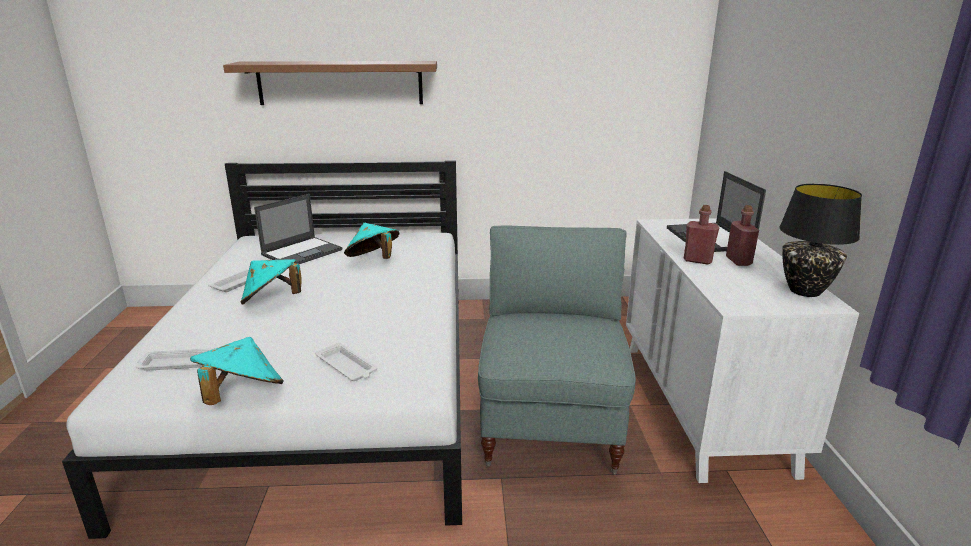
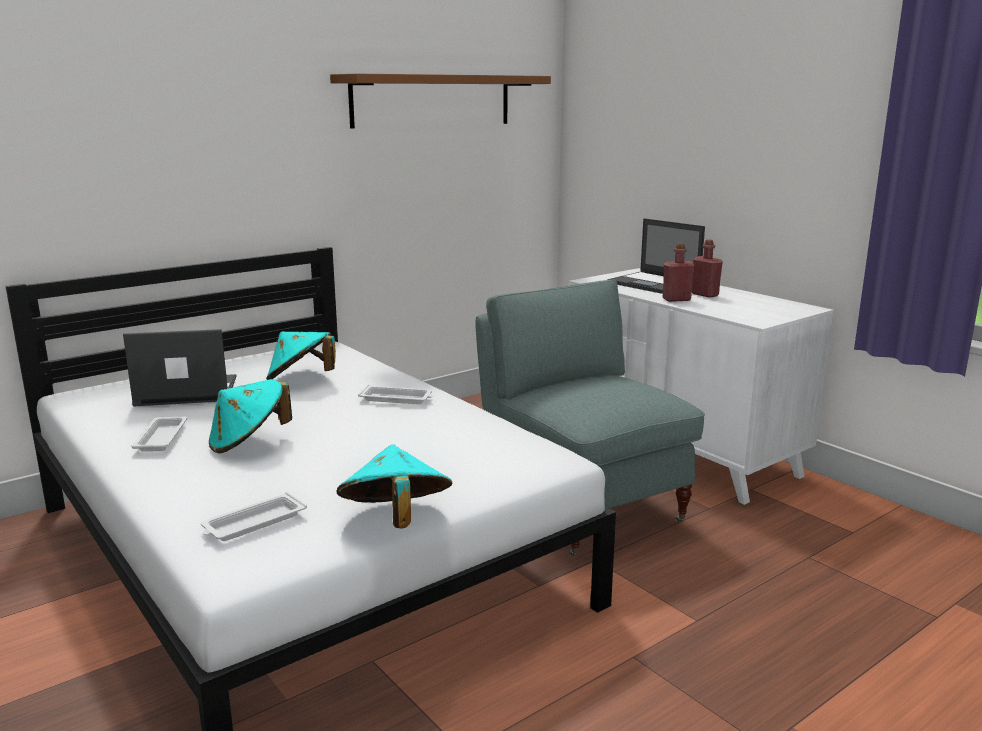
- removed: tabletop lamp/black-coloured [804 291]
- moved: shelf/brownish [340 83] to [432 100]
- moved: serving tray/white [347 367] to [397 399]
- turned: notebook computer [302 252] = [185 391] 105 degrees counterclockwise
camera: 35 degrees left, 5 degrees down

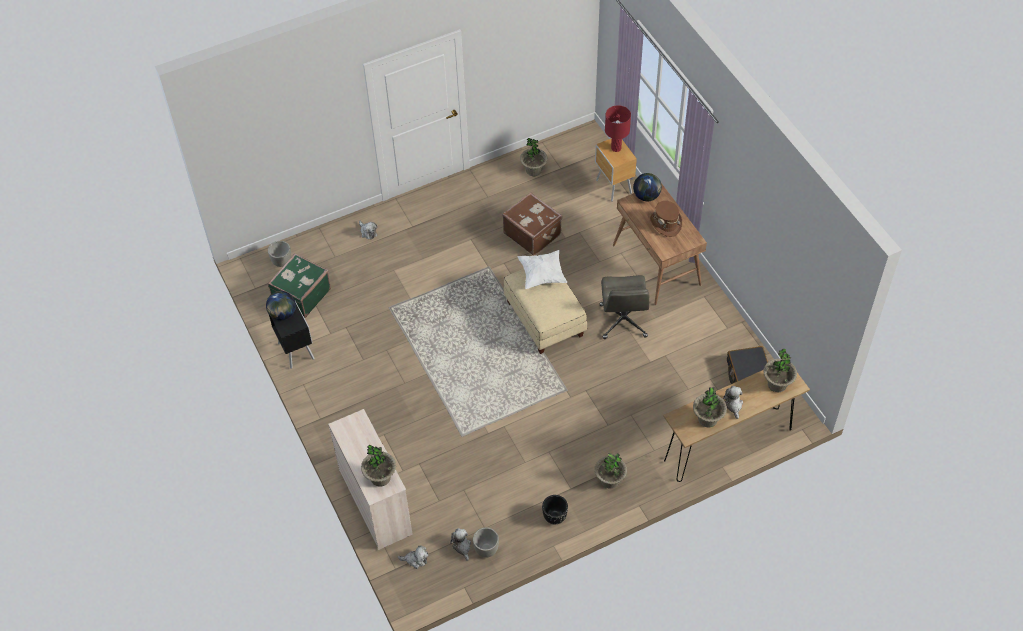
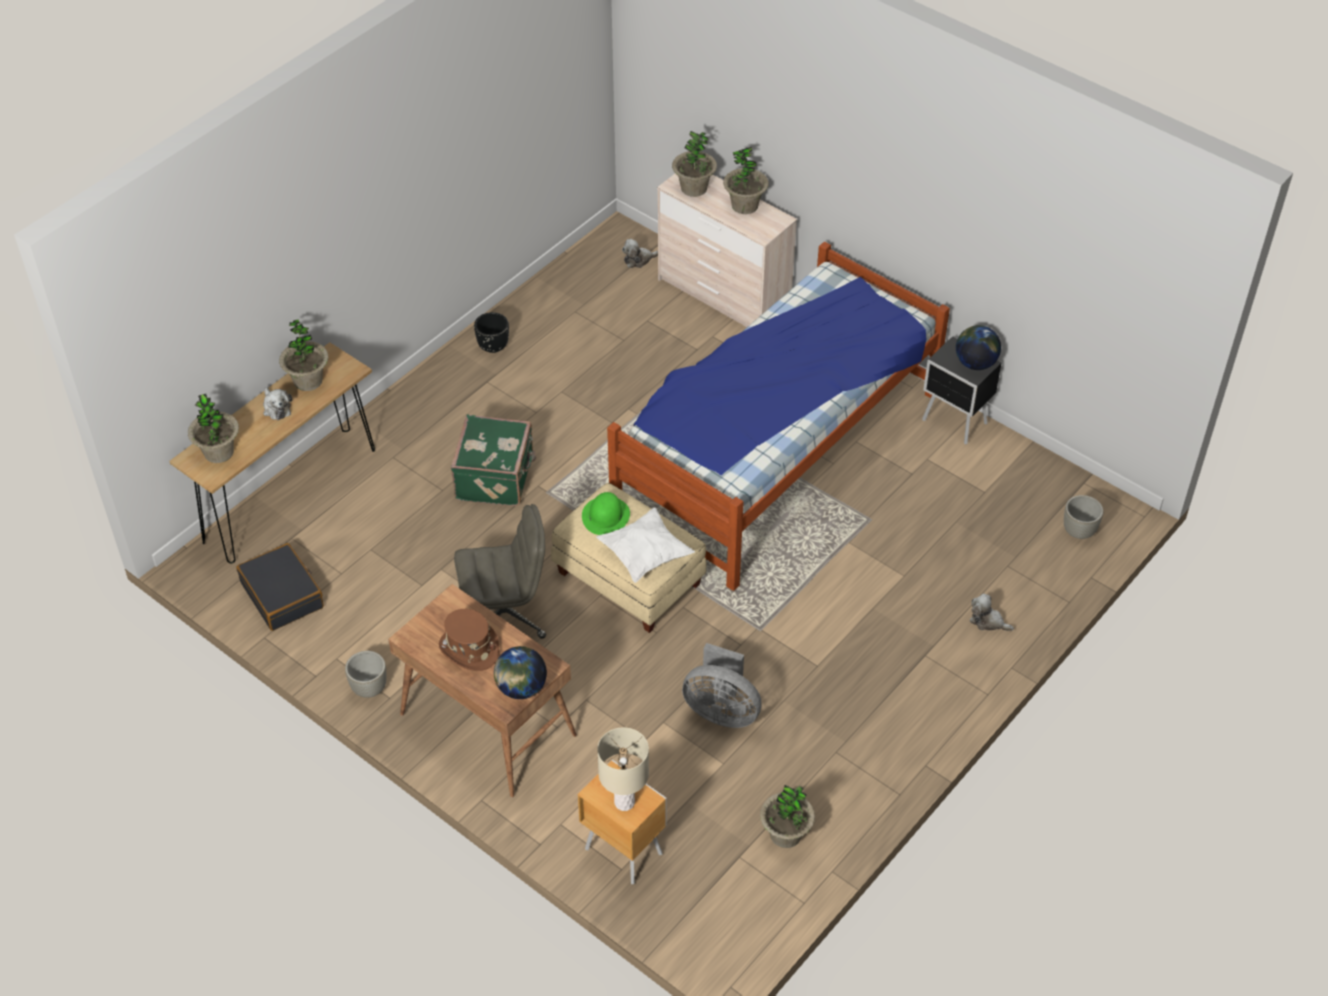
- removed: soft toy [462 546]
- added: clothing hat/green [605 515]
- added: sleeping bed [776 450]
- moved: suitcase/green [301 295] to [496 478]
- moved: flower pot/gray [486 550] to [369 688]
- moved: potted plant [610 480] to [744 205]
- replaced: suitcase/brownish [532 233] to cooling fan/gray [721 711]
- recoloured: tabletop lamp/reddish [616 148] to tabletop lamp/sand-coloured [624 802]
- turned: desk chair/gray [623 321] = [505 615] 105 degrees clockwise
camera: 155 degrees right, 5 degrees down

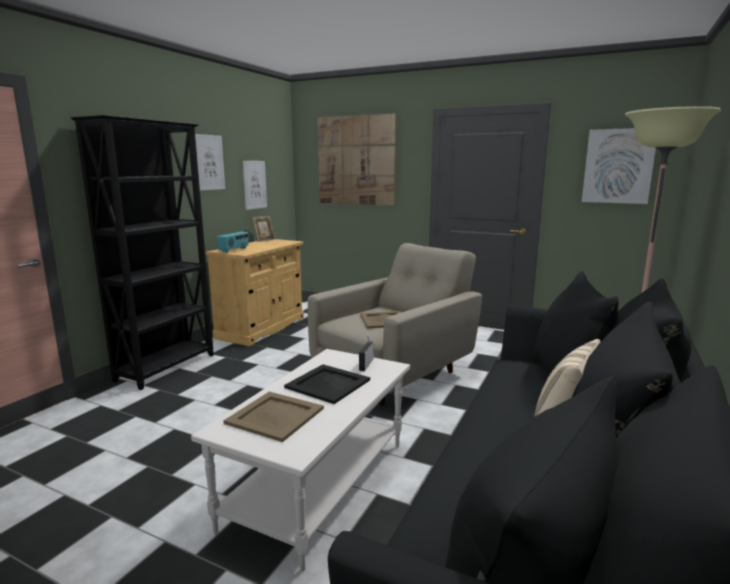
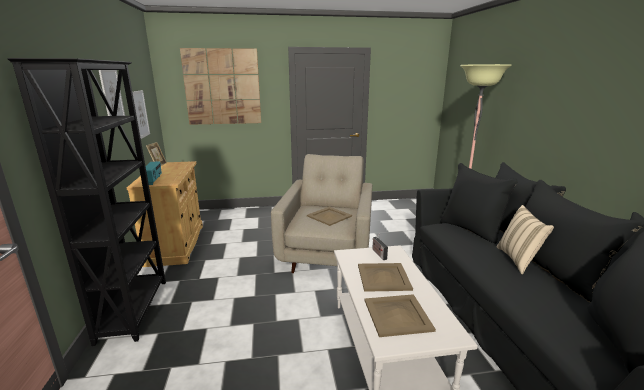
- removed: picture [618 166]
- recoloured: serving tray/black-coloured [327 384] to serving tray/sand-coloured [383 277]
camera: 35 degrees left, 5 degrees up

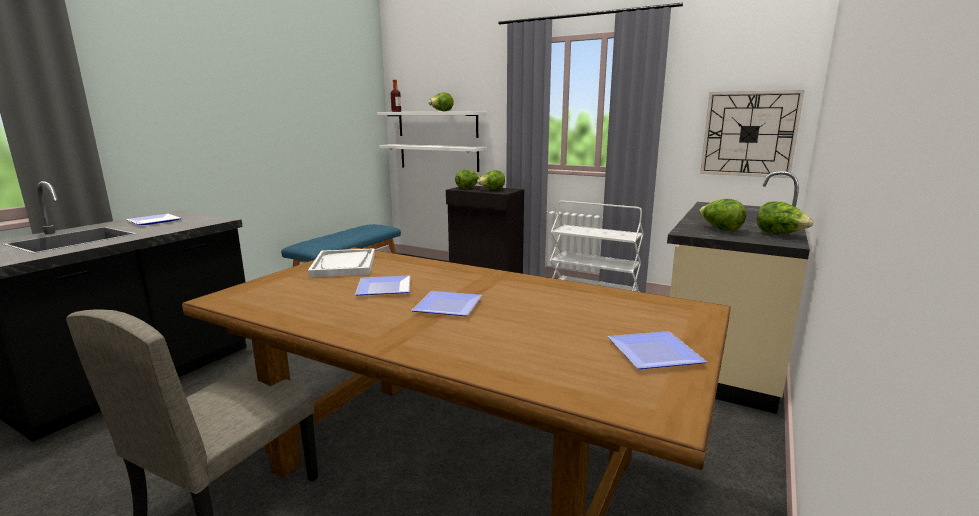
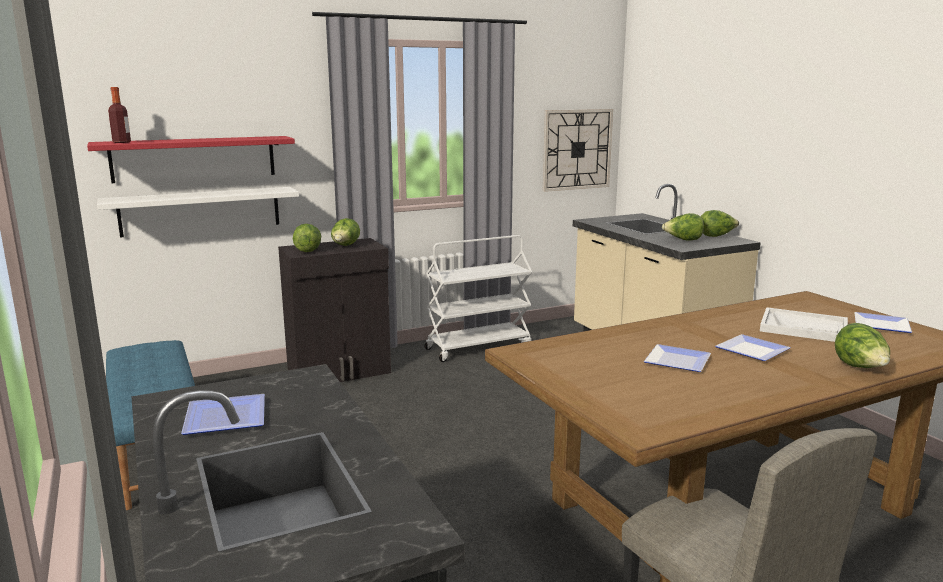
- moved: serving tray/white [344 265] to [803 328]
- moved: lettuce [441 111] to [860 368]
- recoloured: shelf/white [437 124] to shelf/reddish [194 158]
camera: 55 degrees left, 0 degrees up

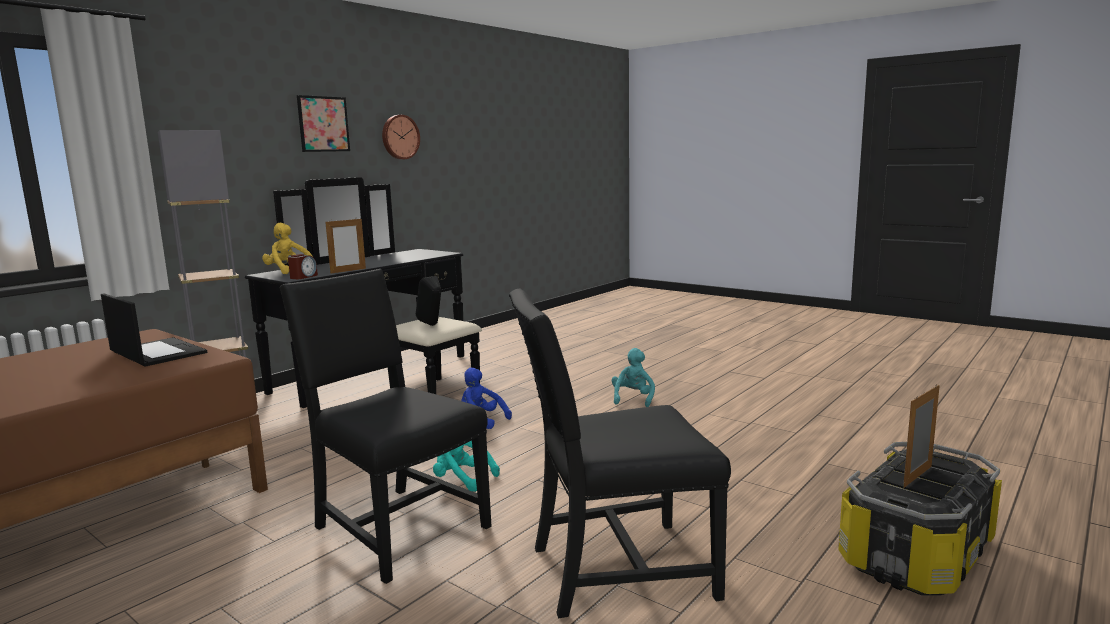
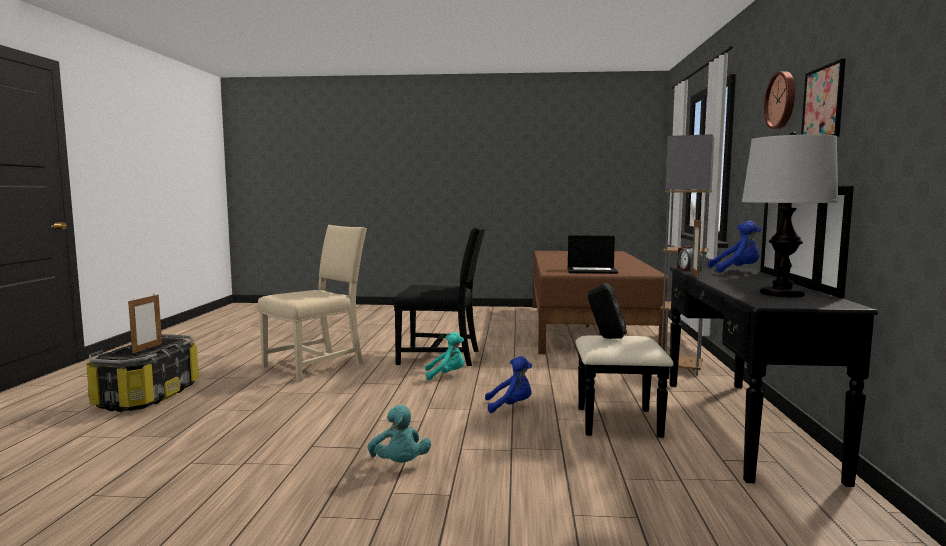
- added: tabletop lamp [782 293]
- moved: hanging clock [399 137] to [782 100]
- recoloured: soft toy/yellowish [288 272] to soft toy/bluish [736 271]
- recoloured: upright chair/black-coloured [615 570] to upright chair/sand-coloured [317 365]
camera: 145 degrees right, 5 degrees down

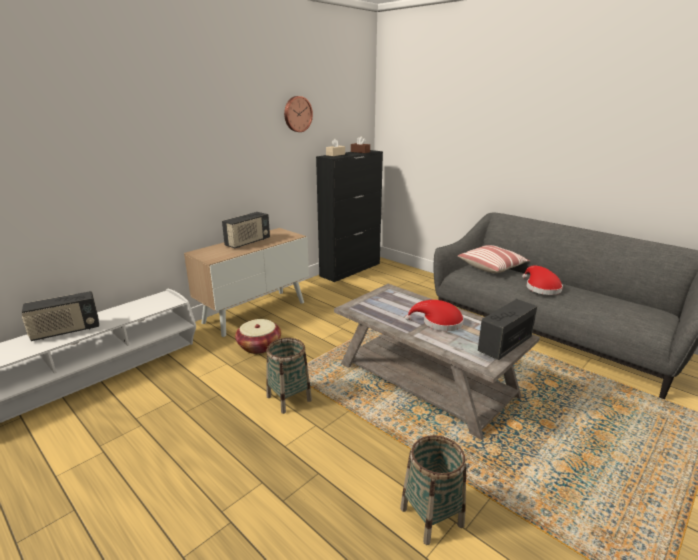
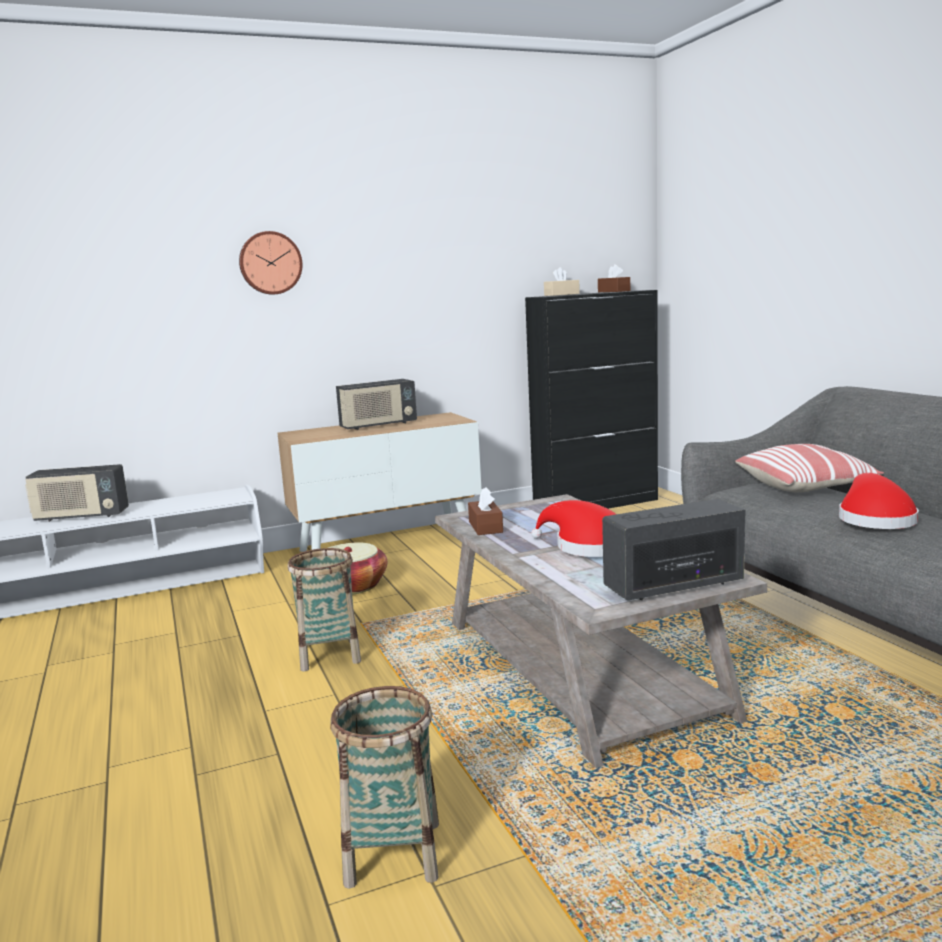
- added: tissue holder/brownish [485 527]
- moved: hanging clock [297 114] to [270 263]
camera: 25 degrees right, 10 degrees down

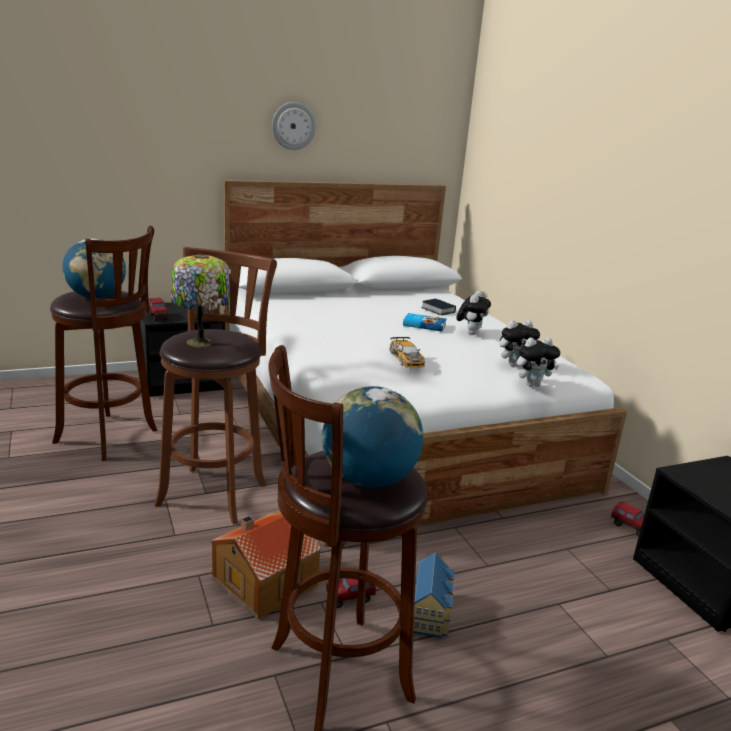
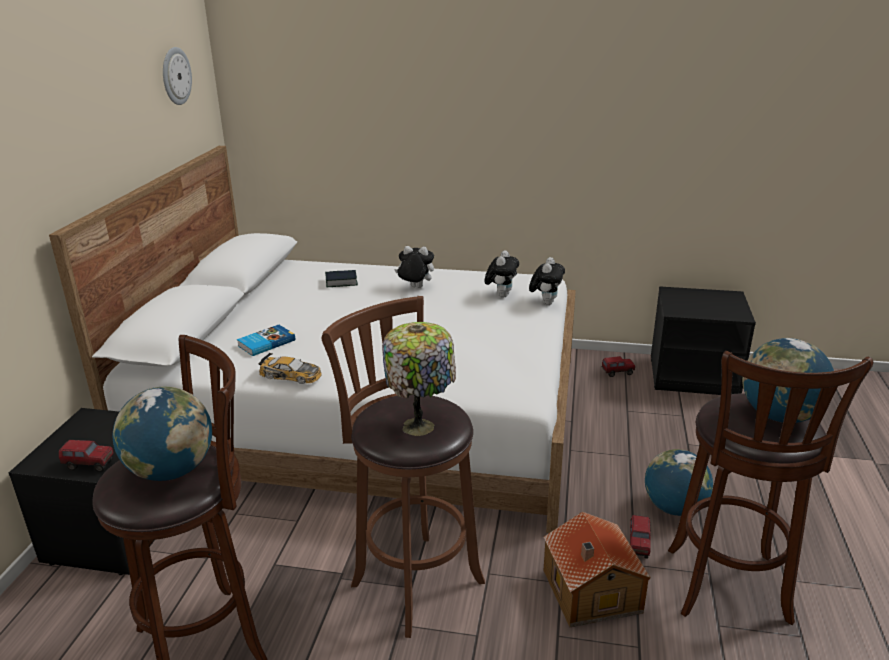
- moved: hanging clock [293 126] to [175 76]
- moved: model car [406 359] to [291 375]
- moved: volume [424 324] to [265 343]
- replaced: toy house [431 612] to world globe [674 508]
- turned: soft toy [470 333] = [415 288] 45 degrees counterclockwise
camera: 55 degrees left, 5 degrees up

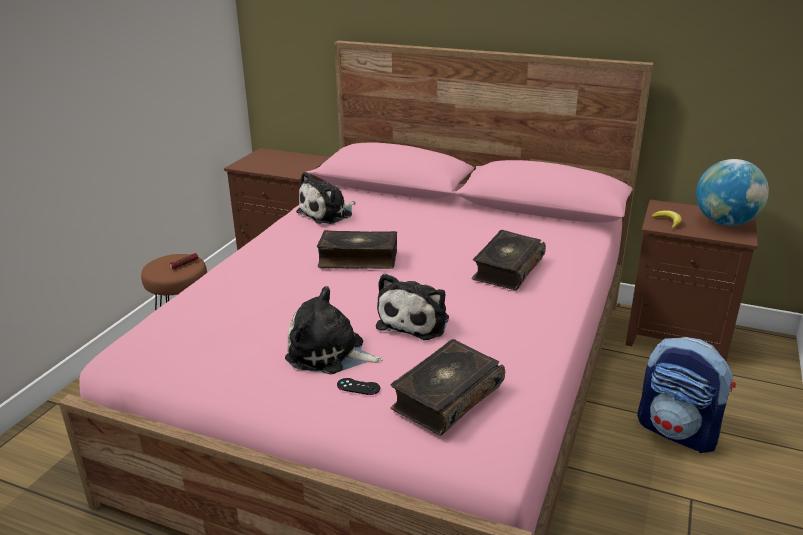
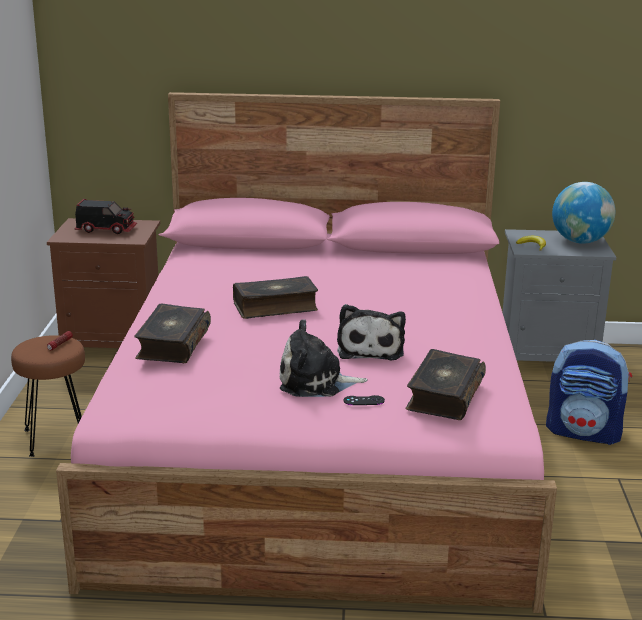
- removed: soft toy [328 213]
- added: toy lorry [106 229]
- moved: volume [507 269] to [172 344]
- recoloured: bedside table/brownish [678 335] to bedside table/gray [547 358]
camera: 20 degrees left, 5 degrees down

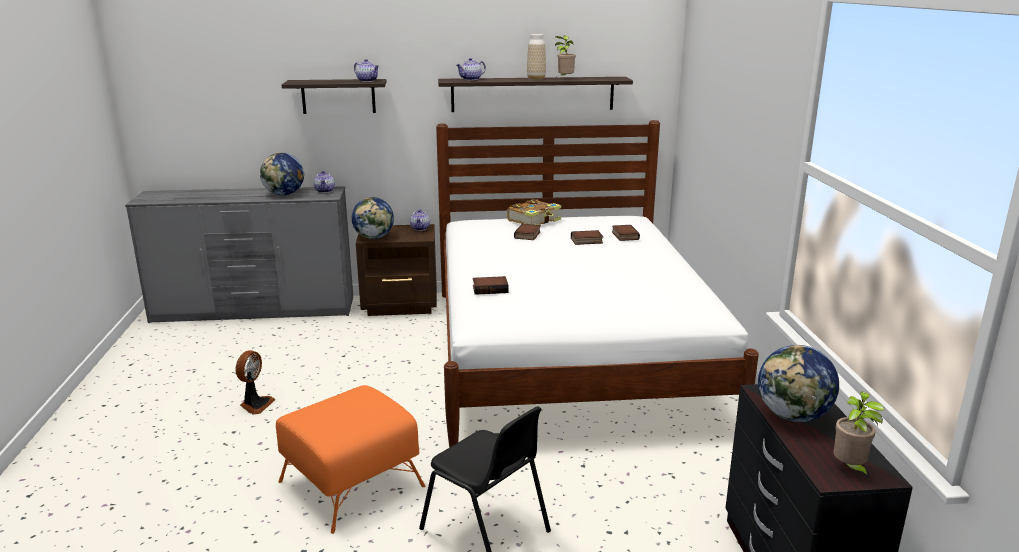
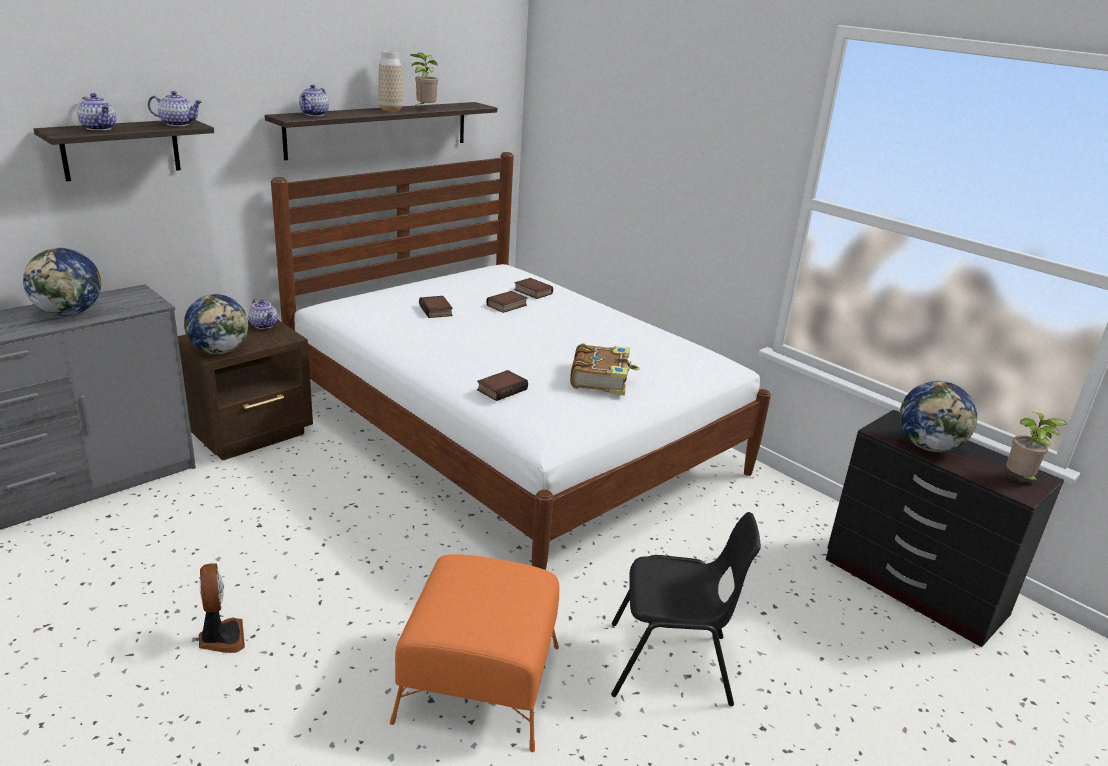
- moved: teapot [325 191] to [100 128]
- moved: volume [535 221] to [601 379]
camera: 40 degrees left, 5 degrees up

